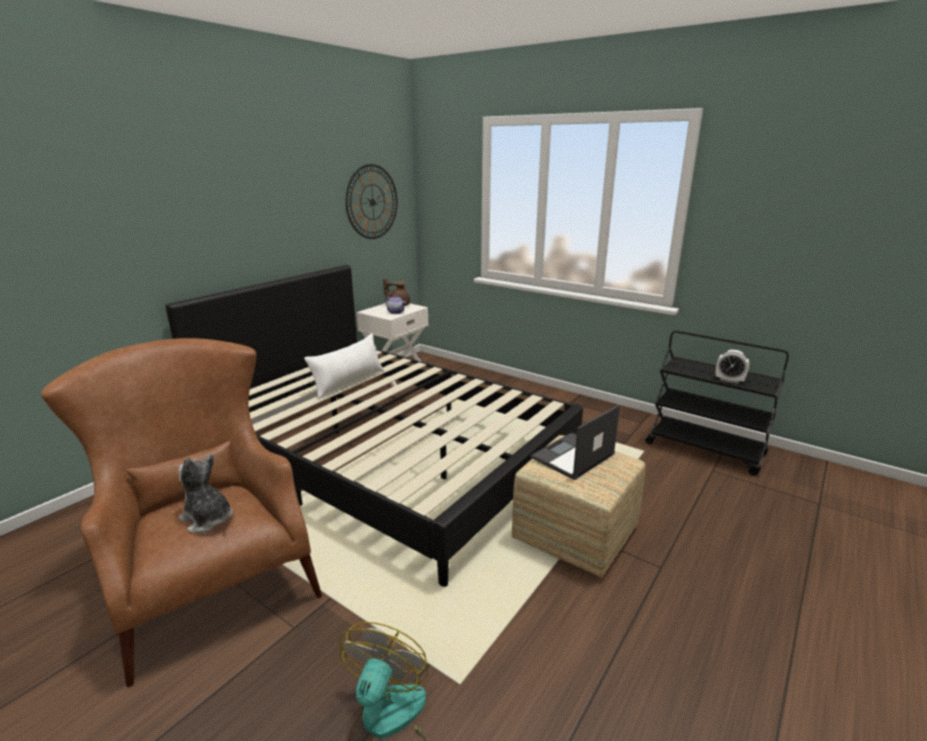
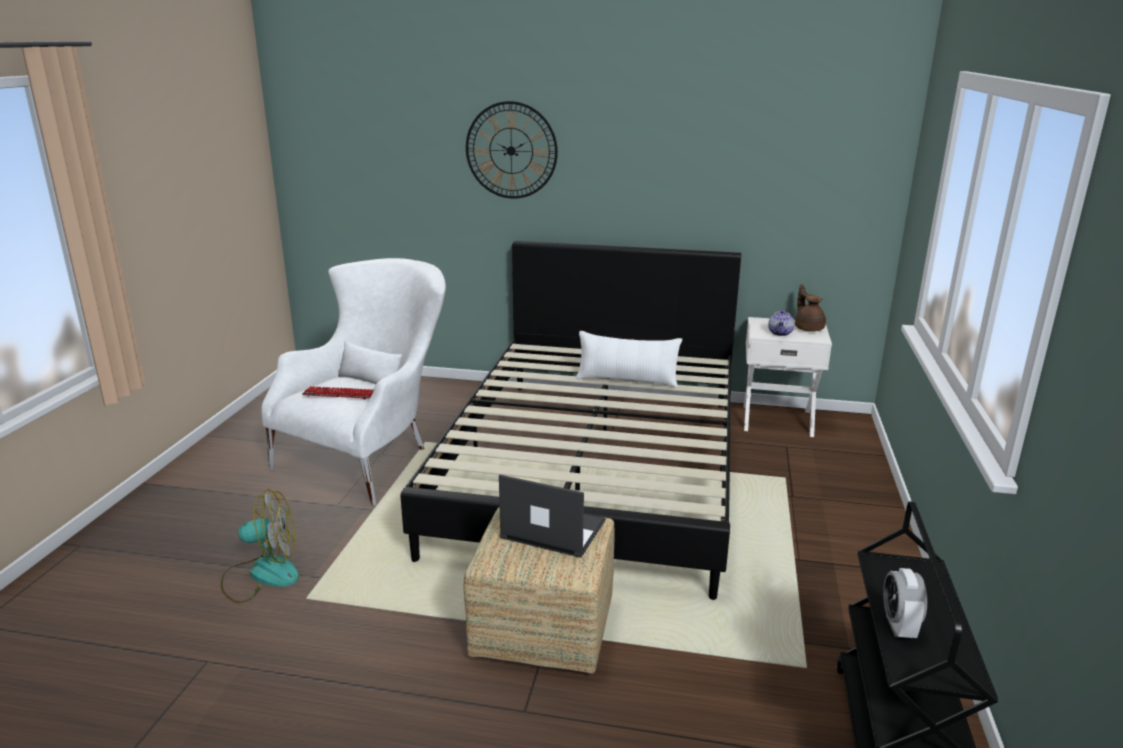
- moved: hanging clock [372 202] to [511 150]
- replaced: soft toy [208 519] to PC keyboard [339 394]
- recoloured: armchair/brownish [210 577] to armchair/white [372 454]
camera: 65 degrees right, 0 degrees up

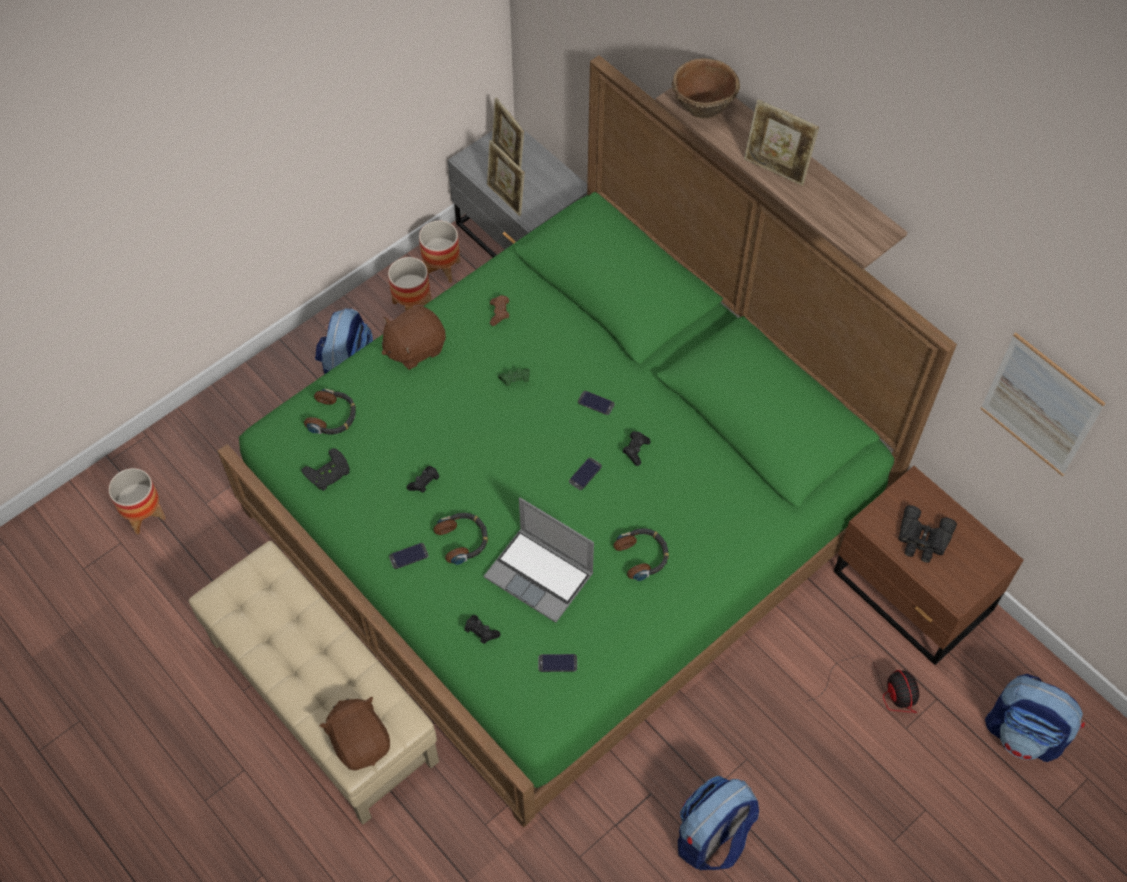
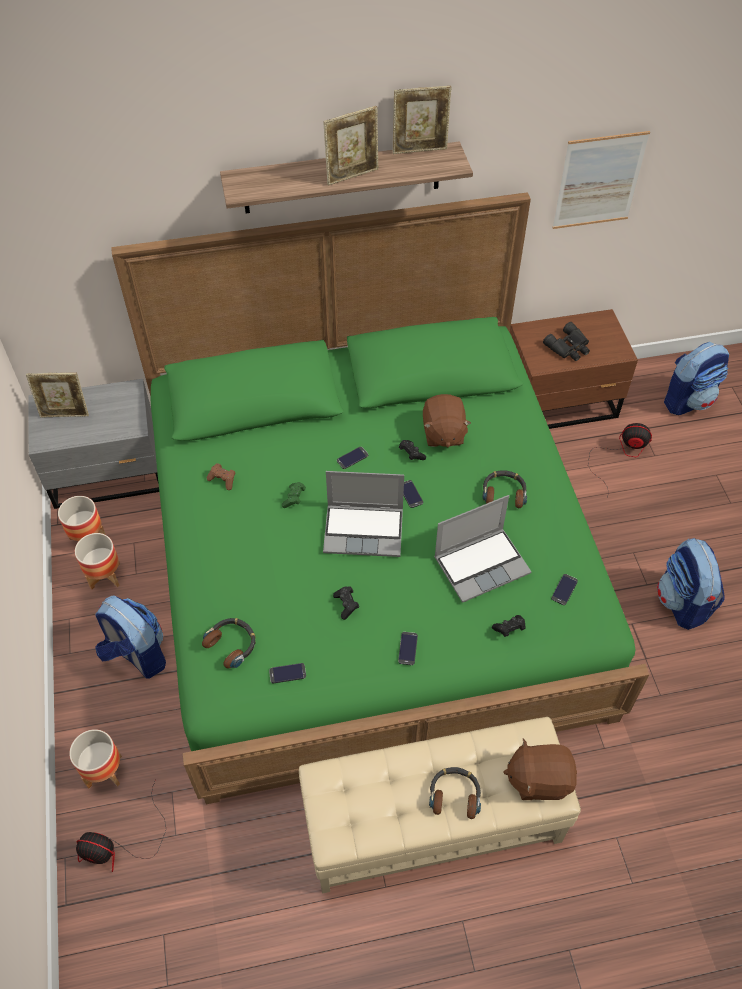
- removed: serving bowl/brownish [702 107]
- added: cooling fan [119 845]
- added: notebook computer [364 530]
- moved: flower pot [144 515] to [104 771]
- moved: soft toy/brownish [414 348] to [443 433]
- moved: headphones [463 540] to [455 794]
- moved: picture frame [506 199] to [420 149]
- replaced: game controller/black-coloured [329 474] to handset [287 673]
camera: 60 degrees left, 5 degrees down

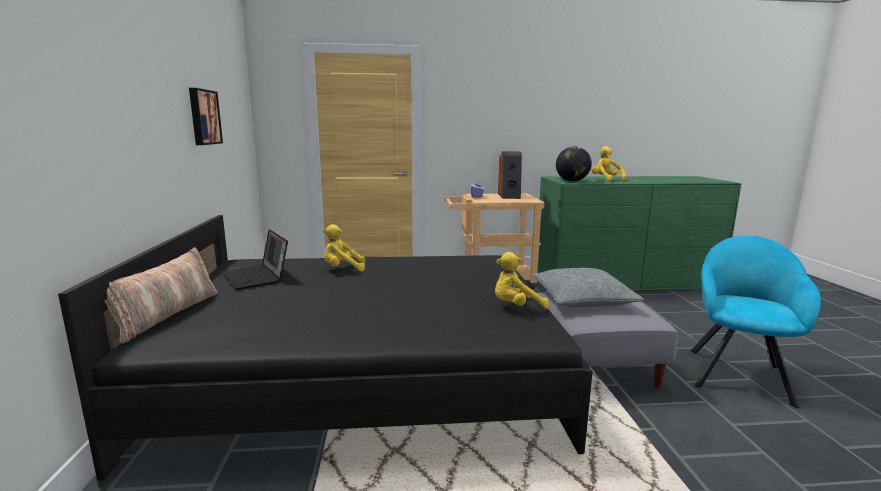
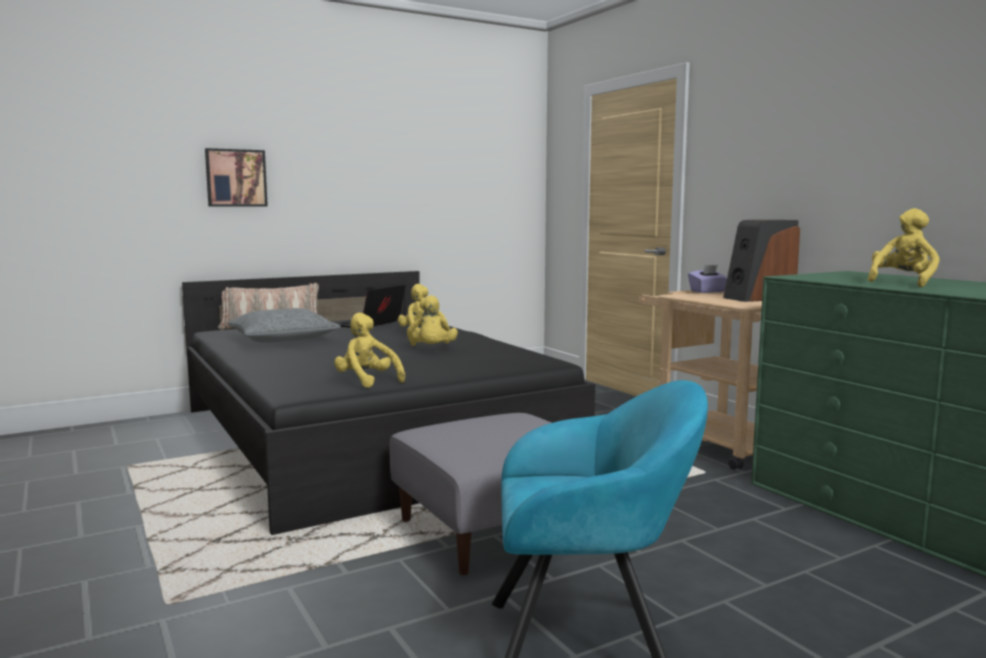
- removed: world globe [572 181]
- added: soft toy/yellowish [432 349]
- moved: picture [203 117] to [236 178]
- moved: cushion/gray [582 299] to [283 339]
camera: 65 degrees right, 5 degrees down

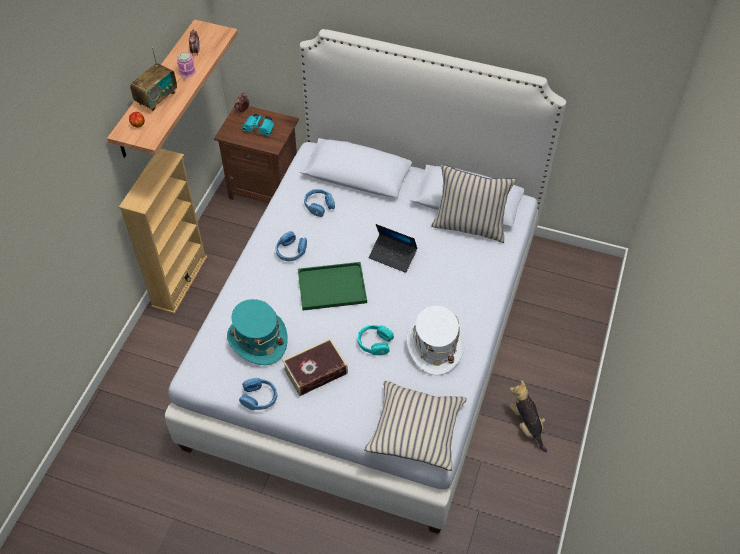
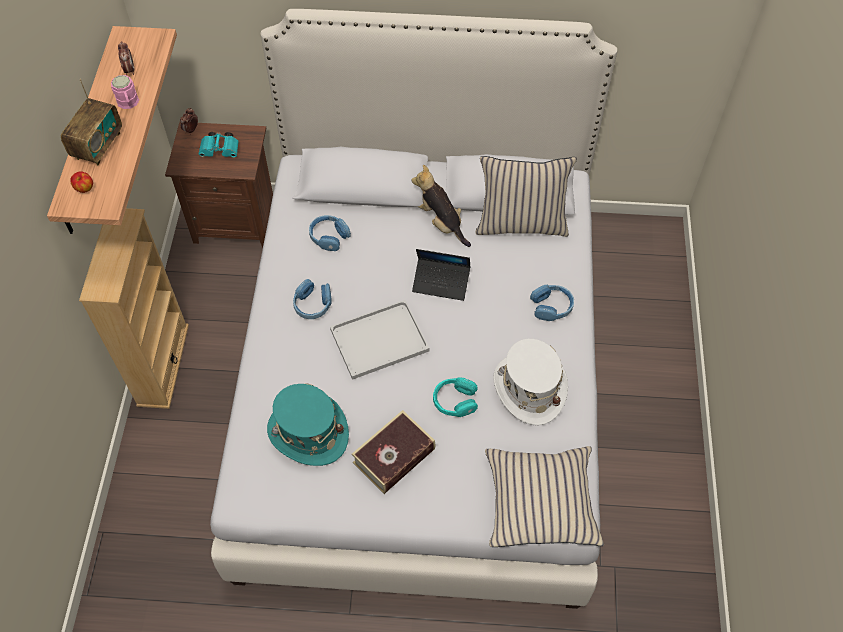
- moved: headphones/bluish [259 398] to [551 307]
- moved: soft toy [526 425] to [441 222]
- recoloured: serving tray/green [333 286] to serving tray/white [380 339]
camera: 15 degrees left, 5 degrees up

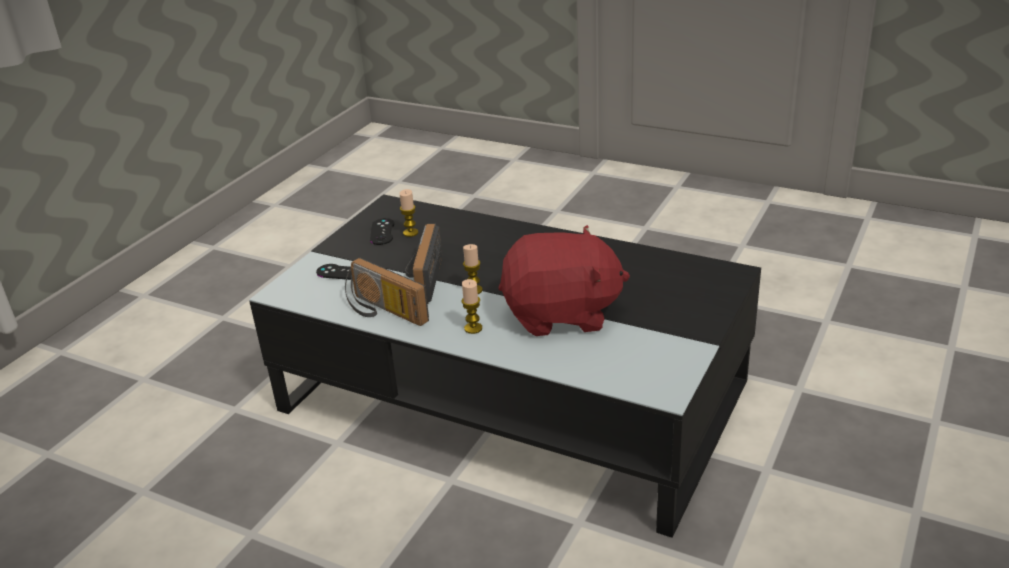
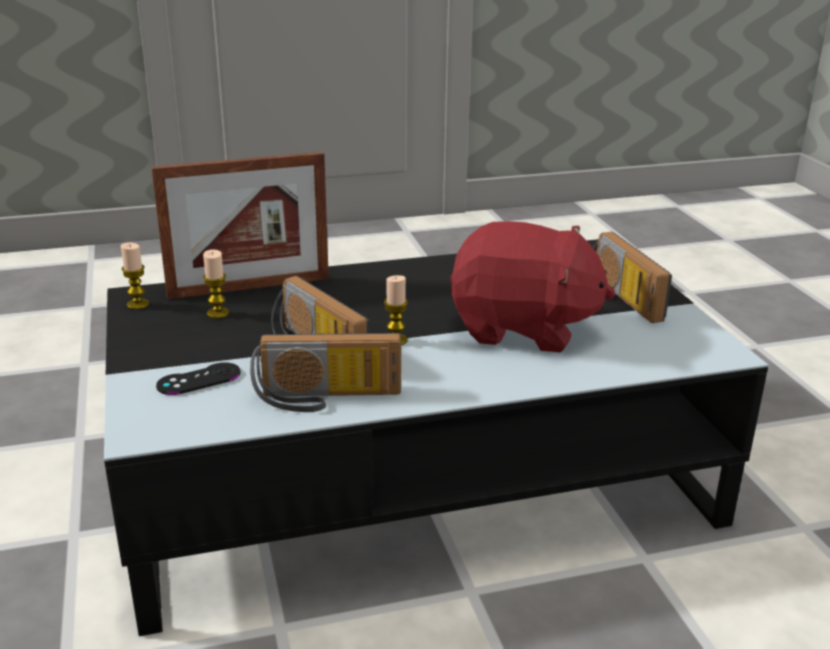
- removed: game controller/black-coloured [382 232]
- added: picture frame [249 287]
- added: radio set [616 298]
- moved: candle [473 328] to [138 304]
- turned: soft toy/reddish [561 314] = [523 329] 60 degrees clockwise
camera: 45 degrees left, 5 degrees down

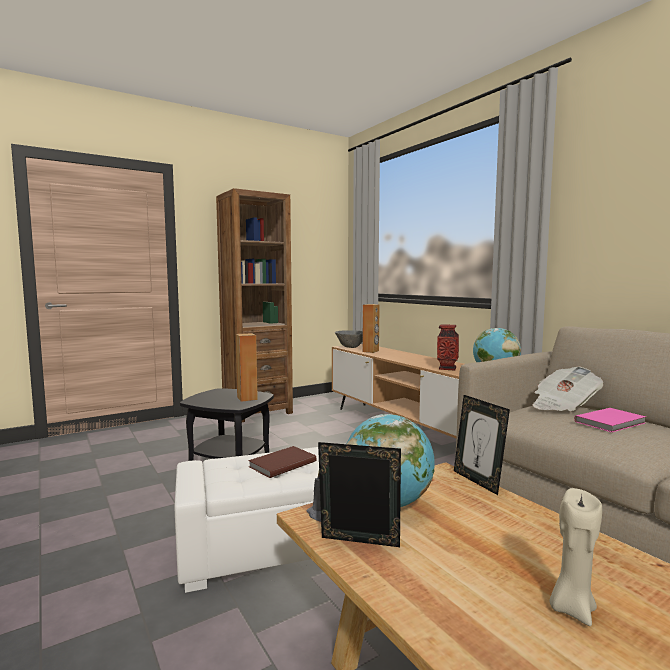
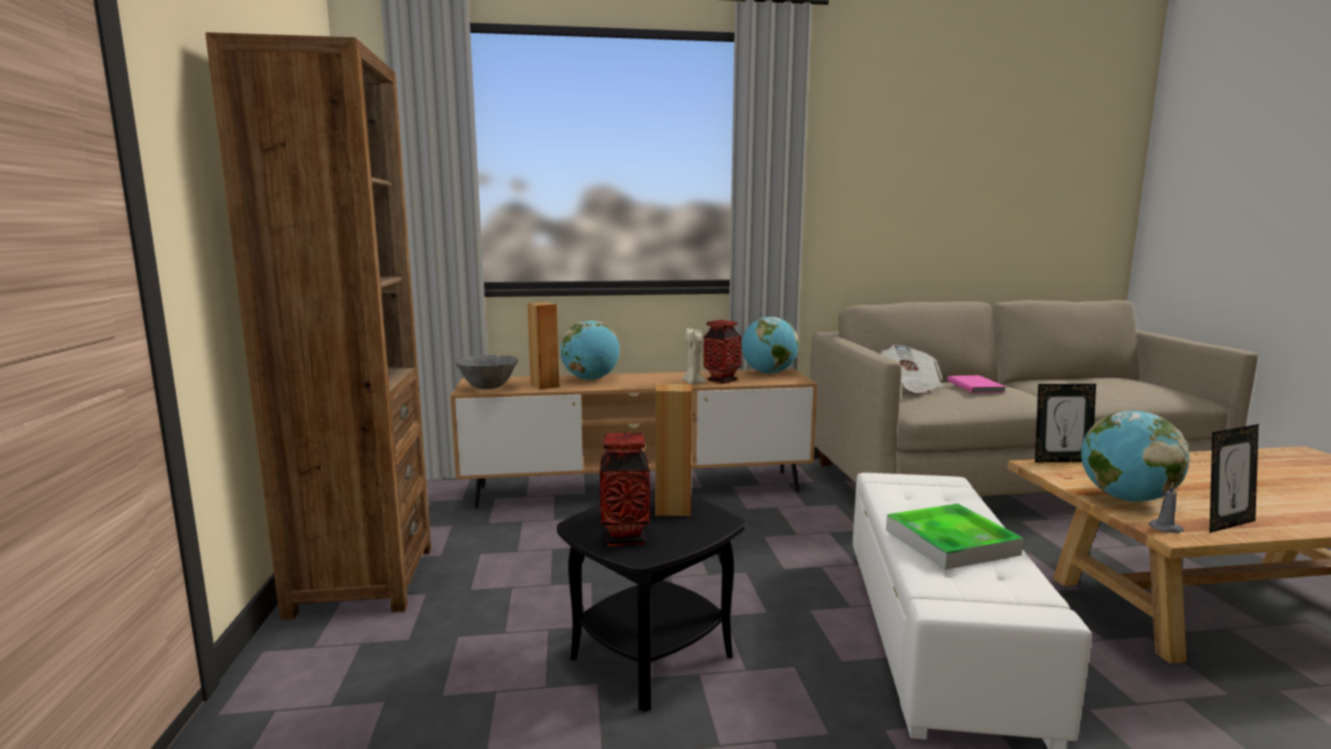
- added: world globe [591 379]
- added: decorative vase [625 537]
- moved: candle/sand-coloured [571 609] to [693 383]
- replaced: volume/brownish [281 464] to serving tray [951 542]
- turned: picture frame [359 546] = [1226 524] 150 degrees counterclockwise
camera: 65 degrees left, 5 degrees up

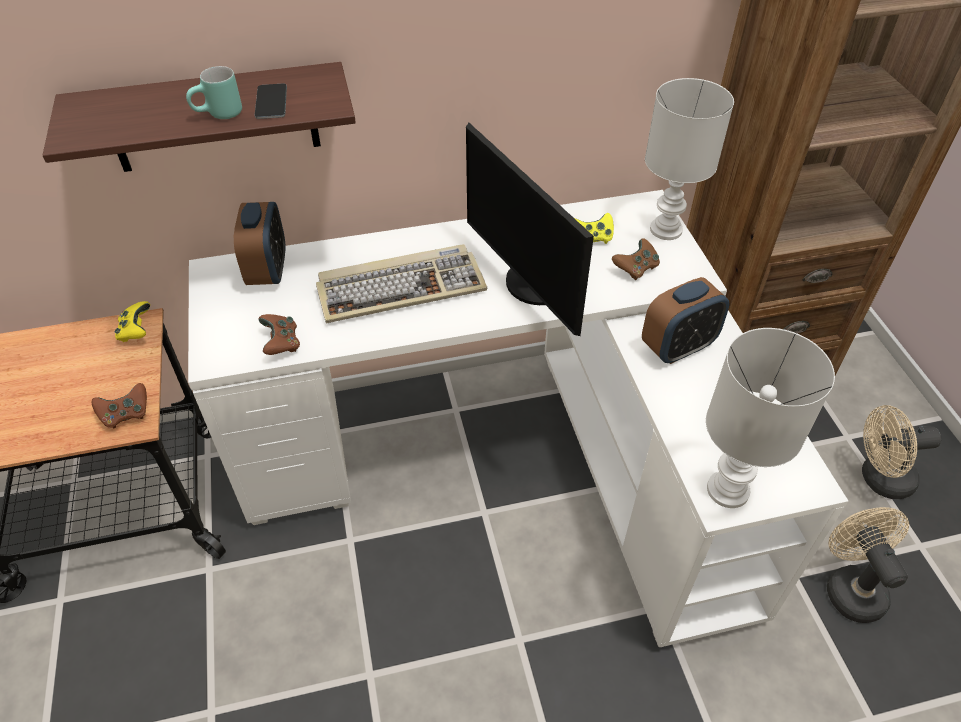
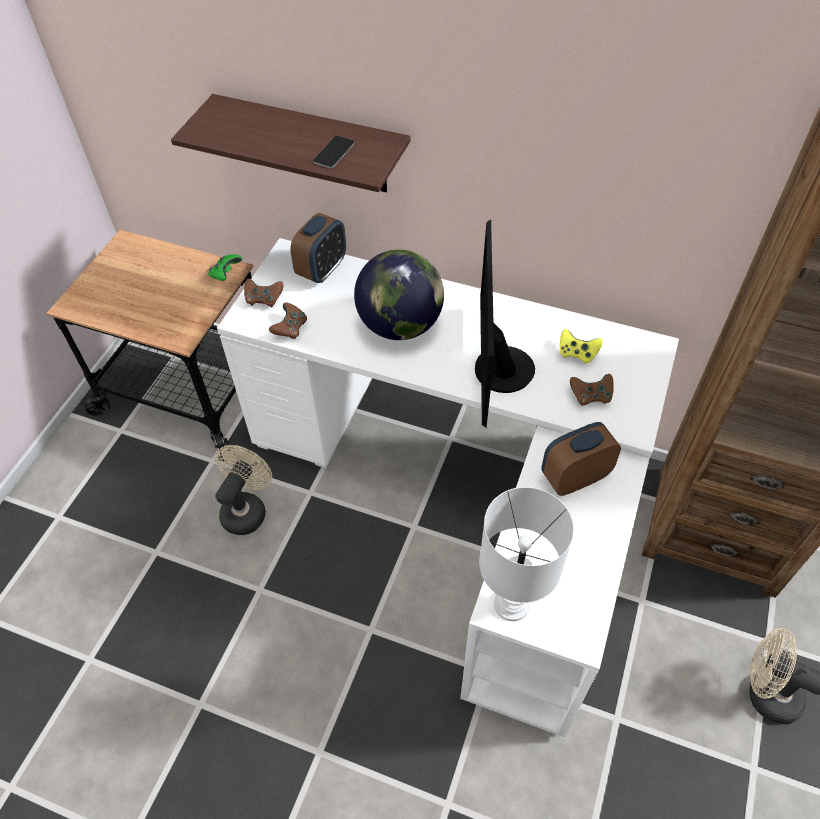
- removed: tea mug/turquoise-coloured [219 116]
- removed: tabletop lamp/white [665 230]
- moved: game controller/brownish [126 414] to [263 299]
- moved: cooling fan/sand-coloured [850 586] to [247 509]
- replaced: PC keyboard [401 287] to world globe [400 325]
- recoloured: game controller/yellowish [136 331] to game controller/green [226 274]
- turned: bedside clock [678 347] = [574 477] 150 degrees clockwise
camera: 35 degrees right, 5 degrees up

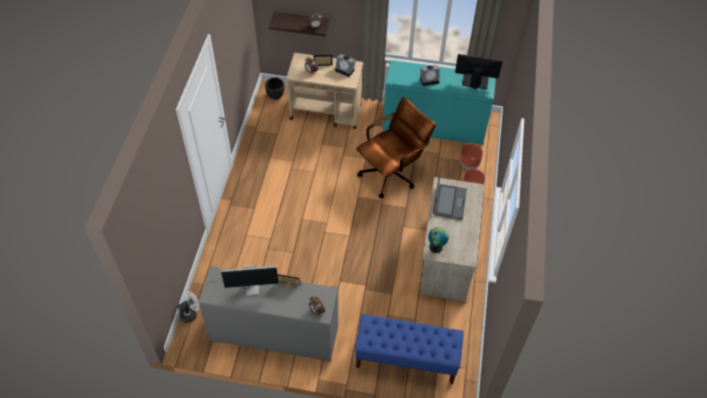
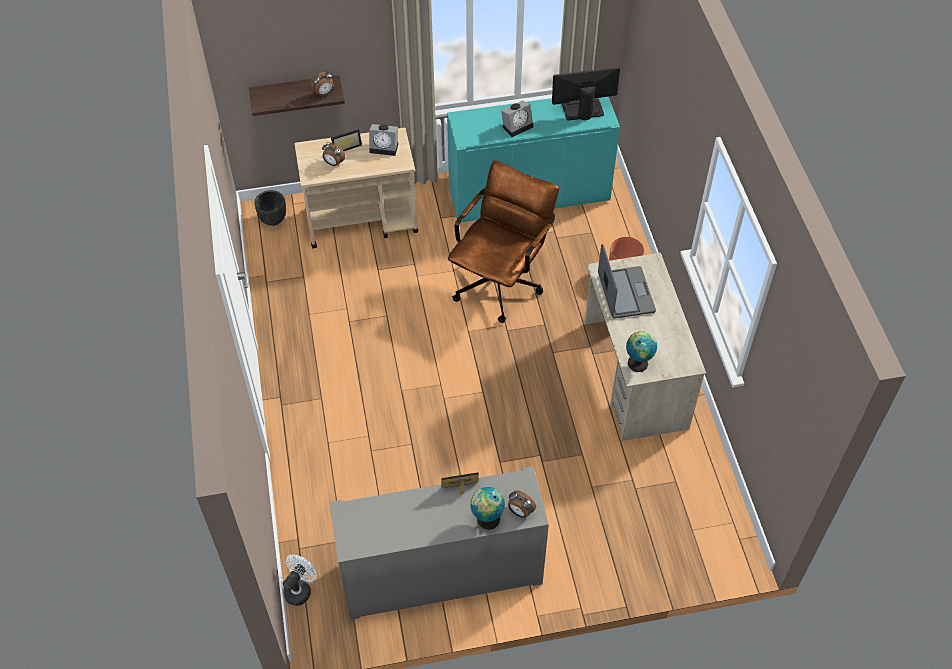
- removed: computer display [247 287]
- removed: bench/bluish [406 359]
- removed: flower pot/brownish [469 165]
- added: world globe [486 519]
camera: 20 degrees left, 0 degrees up

